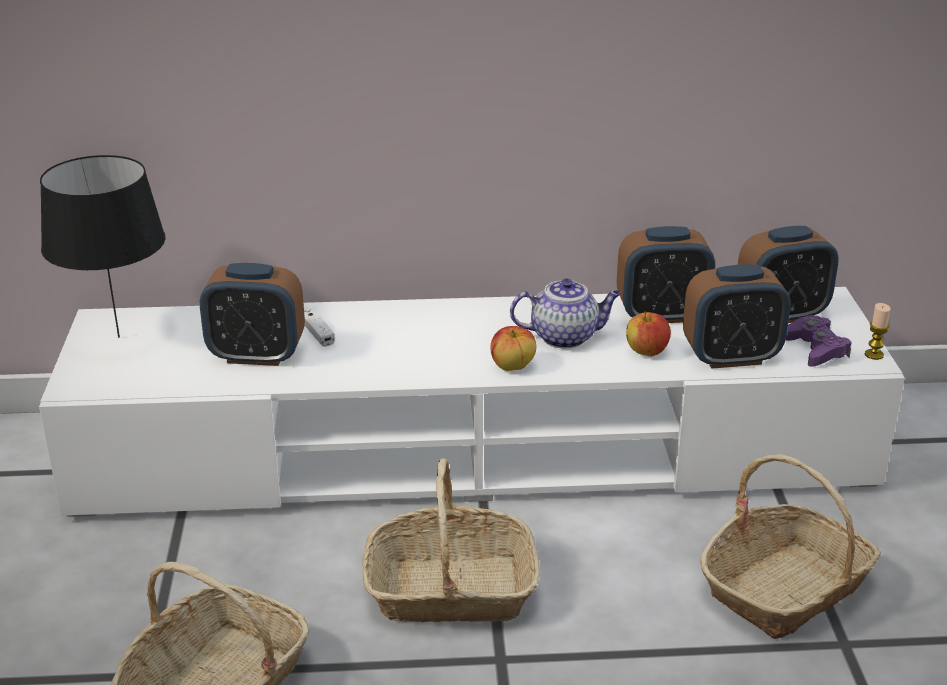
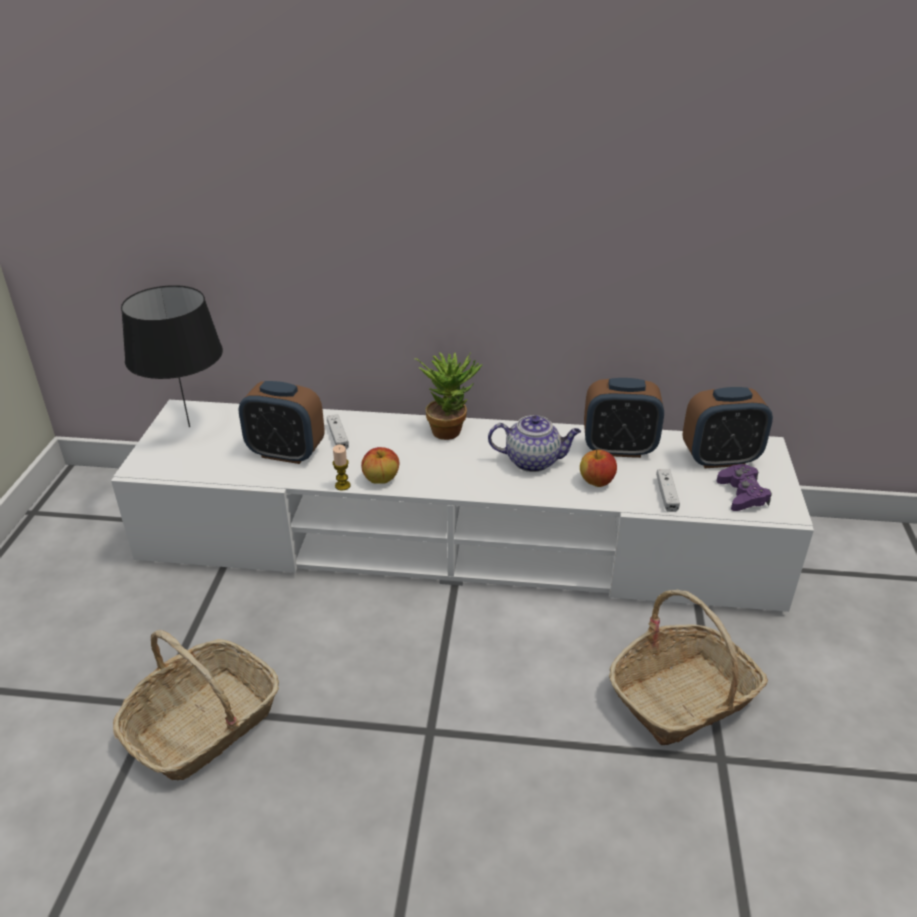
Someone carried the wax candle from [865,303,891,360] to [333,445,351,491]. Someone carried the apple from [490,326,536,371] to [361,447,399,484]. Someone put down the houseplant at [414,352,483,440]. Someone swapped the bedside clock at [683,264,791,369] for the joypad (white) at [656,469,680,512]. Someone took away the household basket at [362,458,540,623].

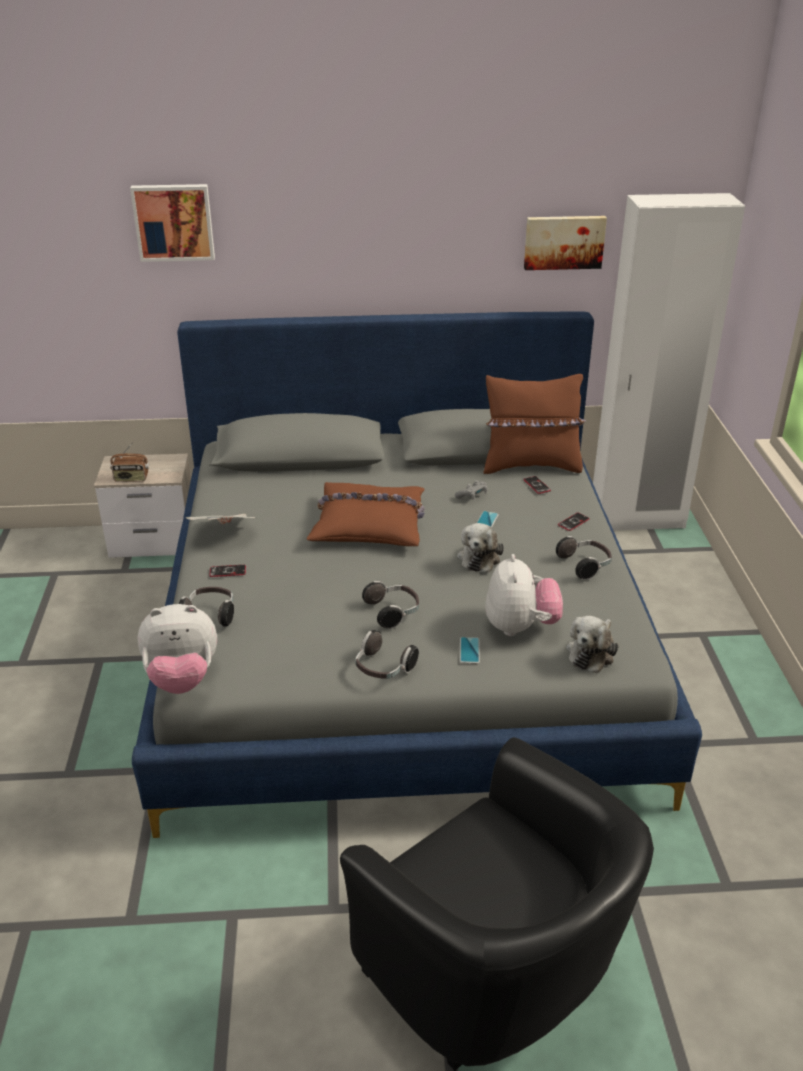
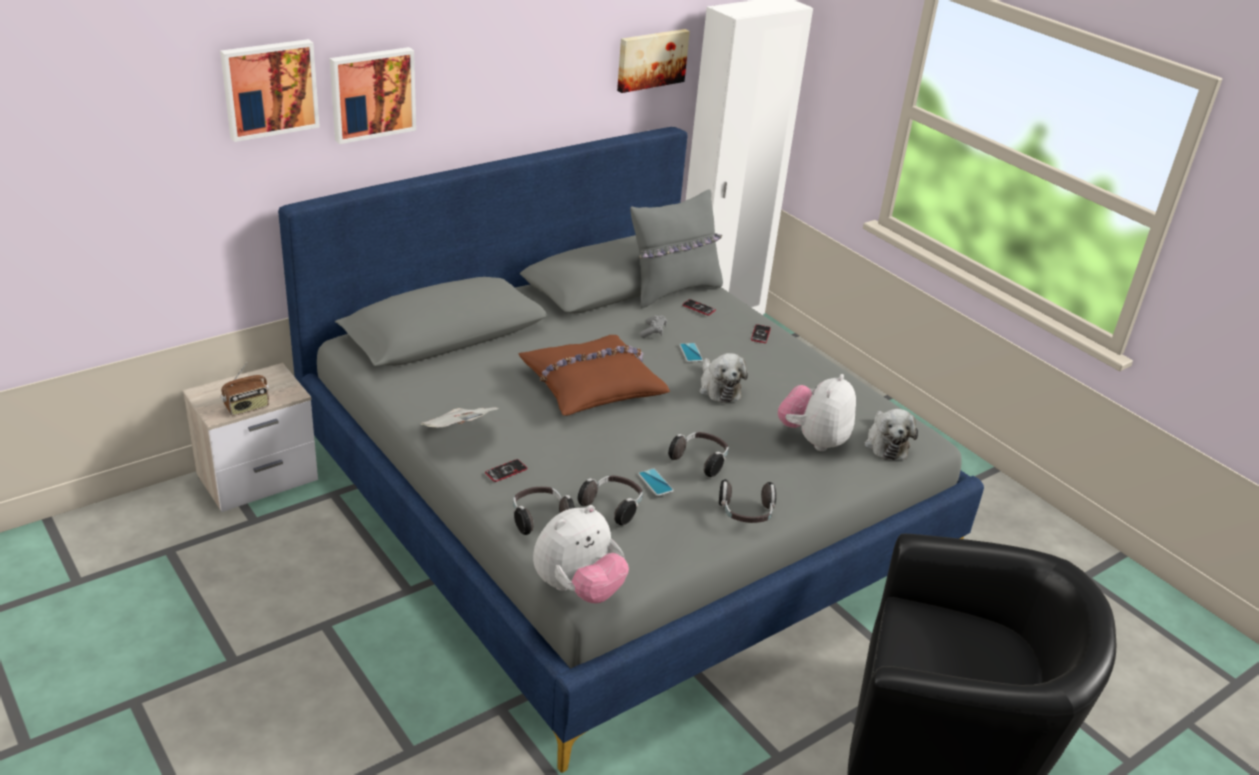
Someone put up the wall art at [330,47,416,144]. Someone carried the headphones from [556,536,612,580] to [578,475,643,525]. Someone repainted the cushion (brownish) at [484,374,586,474], which became the cushion (greyish) at [630,189,723,308]. Someone carried the phone from [460,637,480,664] to [638,468,674,496]. Someone rotated the cuddly toy at [485,554,563,636] by 120 degrees counterclockwise.

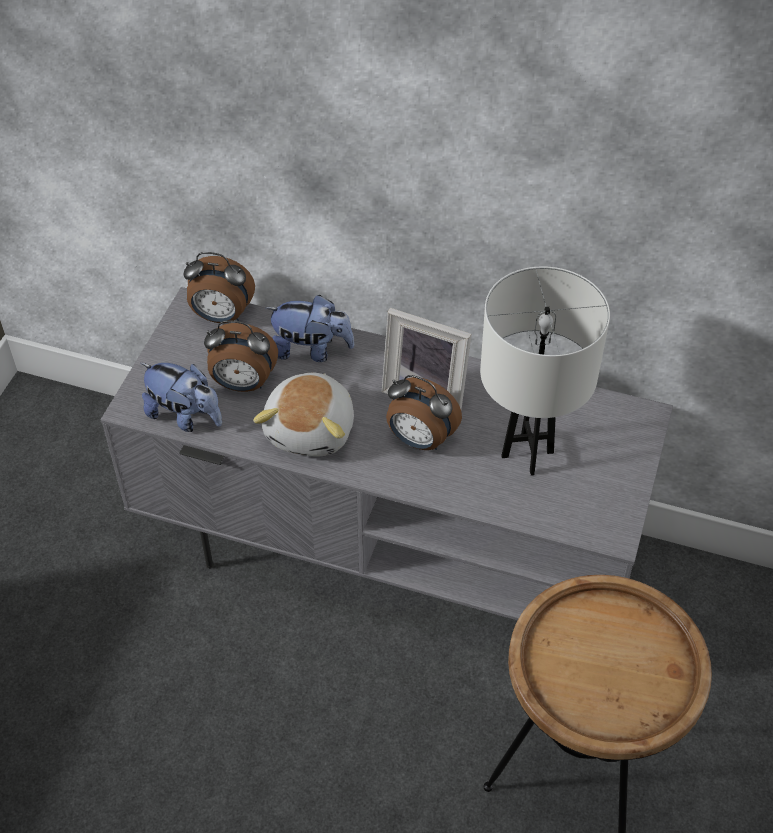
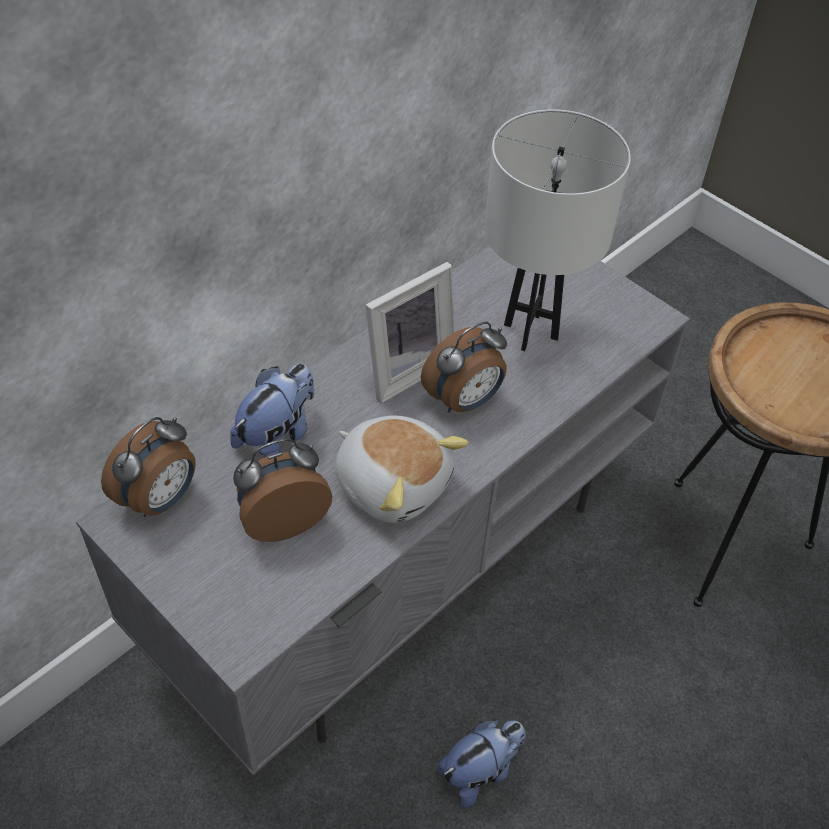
Someone rotated the bedside clock at [204,320,278,392] by 150 degrees counterclockwise. Someone carried the cuddly toy from [141,363,222,432] to [438,720,526,808].

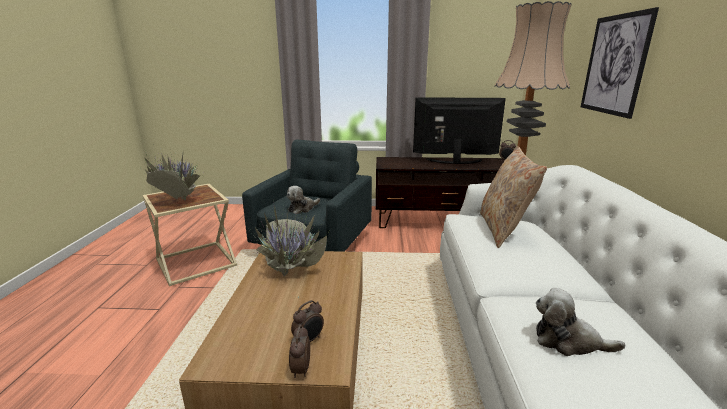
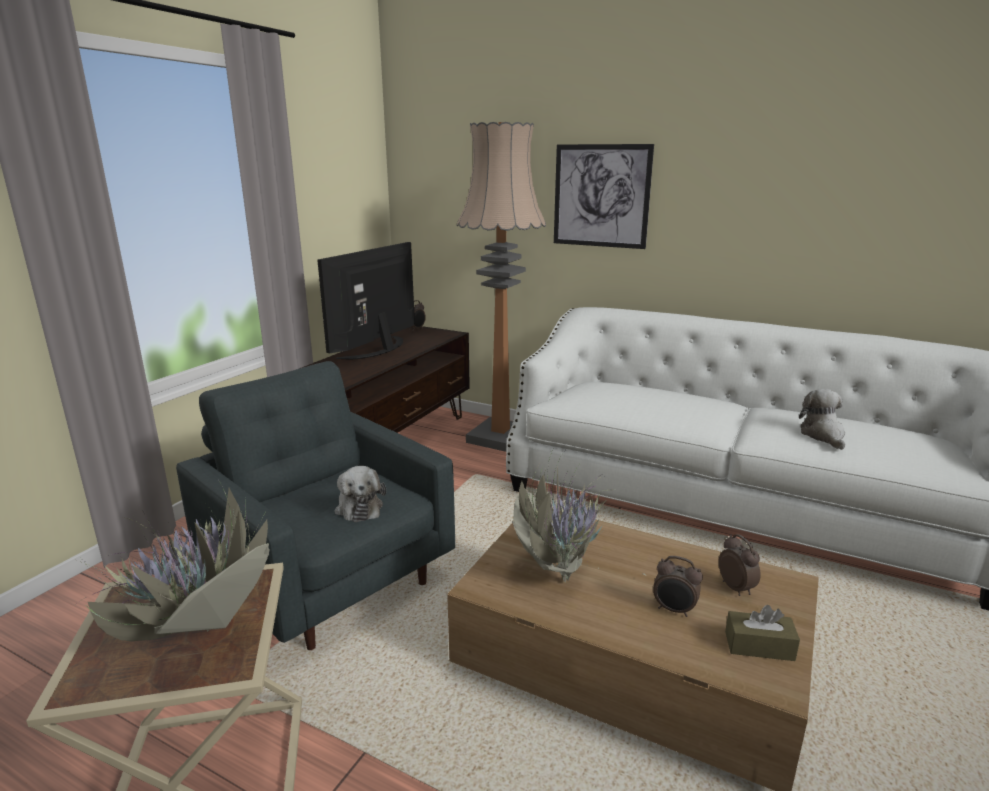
Someone carried the bedside clock from [289,325,310,378] to [653,556,703,617]. Someone put down the tissue box (brownish) at [725,605,800,661]. Someone rotated the cuddly toy at [536,288,626,356] by 135 degrees clockwise. Someone took away the cushion (beige) at [480,146,547,248].

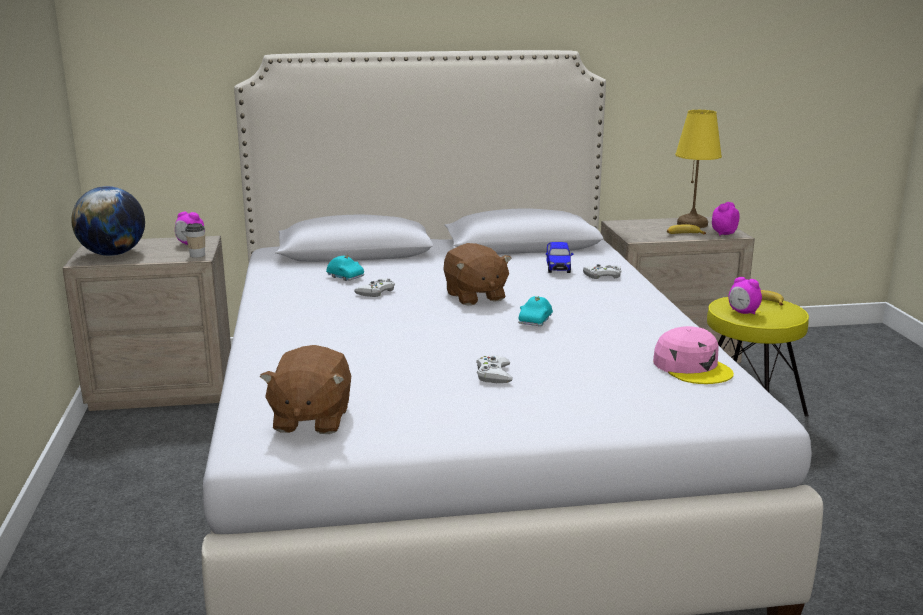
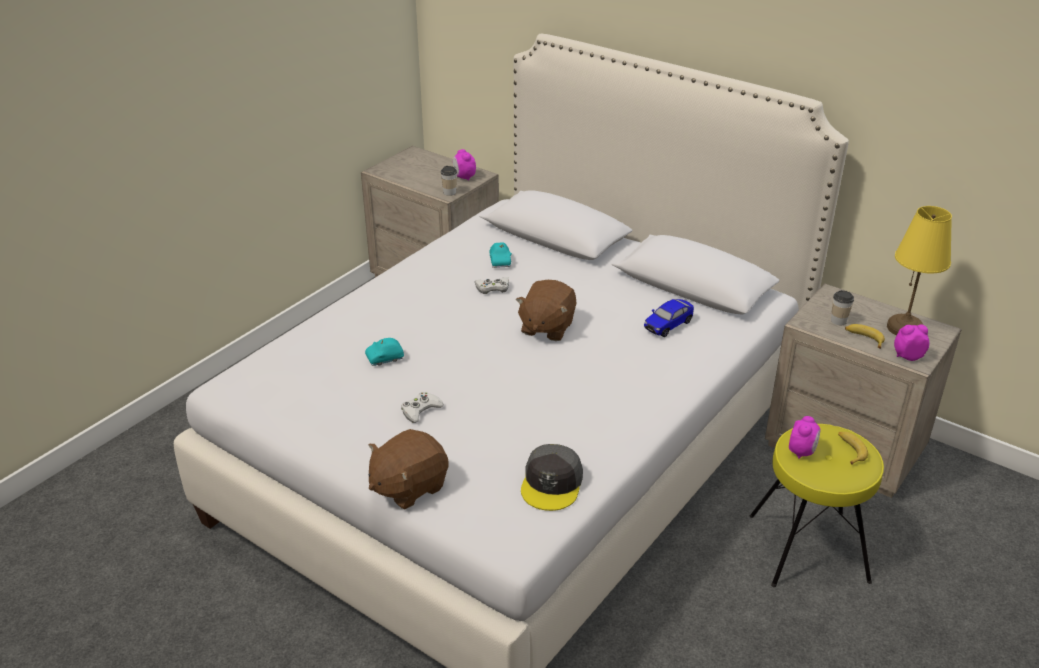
Someone carried the toy car (blue-green) from [518,296,553,326] to [365,338,404,366]. Someone carried the cuddly toy (brownish) from [260,345,351,434] to [368,429,449,509]. Someone repainted the cap (pink) at [653,326,734,384], which became the cap (greyish) at [521,444,583,511]. Someone rotated the bedside clock at [728,277,762,315] by 150 degrees counterclockwise. Someone put down the small cup at [831,290,854,325]. Someone took away the world globe at [71,186,145,256]. Someone took away the joypad (white) at [583,264,621,279].

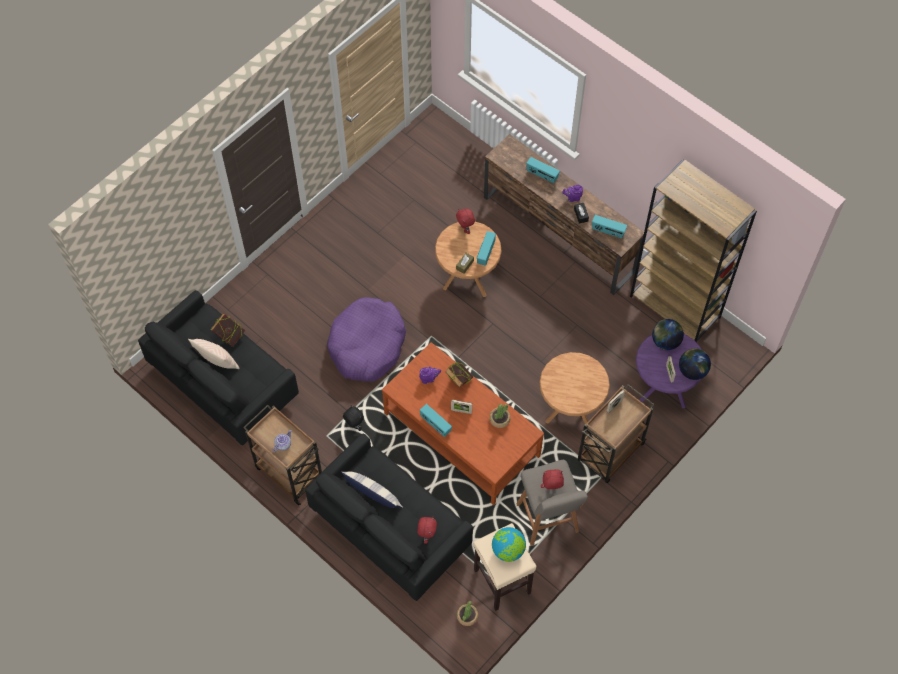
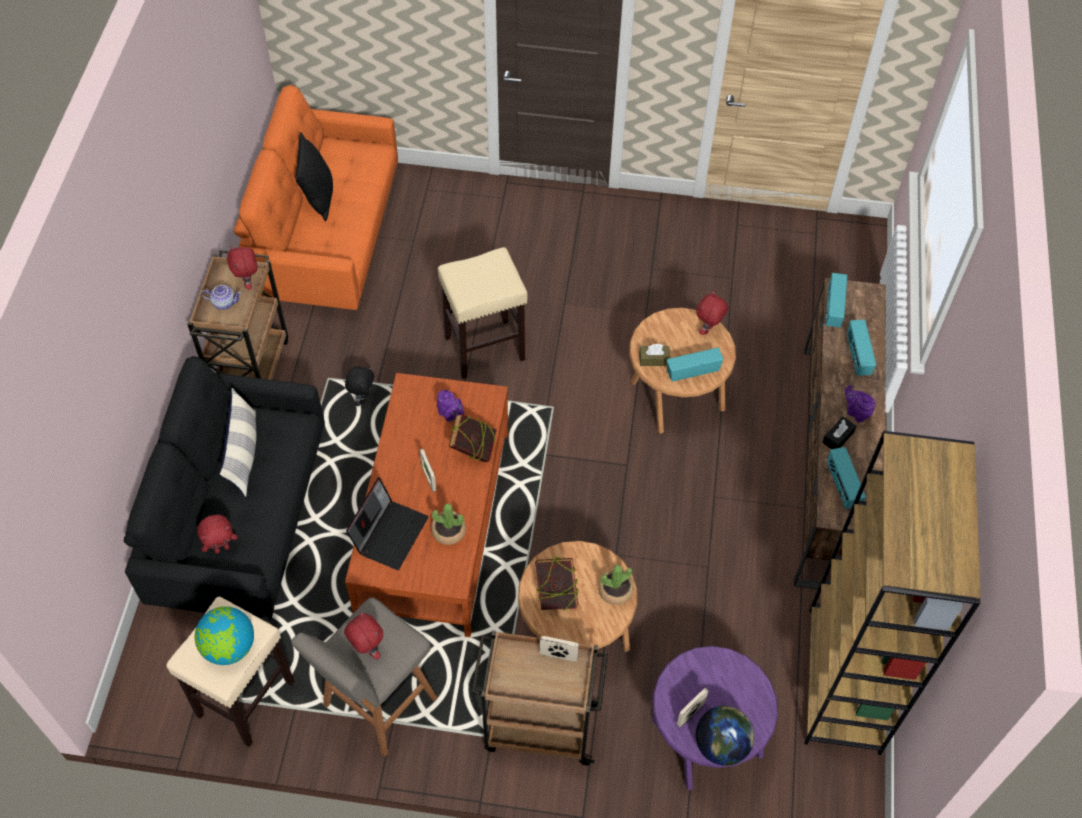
Someone put down the cuddly toy (red-coloured) at [227,246,257,290]. Someone repainted the sofa (blackish) at [138,290,299,445], which became the sofa (orange-coloured) at [234,85,398,310]. Someone repainted the cushion (beige) at [188,339,239,369], which became the cushion (blackish) at [296,132,333,222]. Someone put down the portable computer at [346,477,429,570]. Someone swapped the dog cushion (purple-coloured) at [327,297,406,381] for the stool (beige) at [438,247,528,379]. Someone carried the bound book from [210,313,245,347] to [535,556,579,610]. Someone carried the houseplant from [457,601,478,626] to [598,565,634,605]. Someone carried the radio from [420,404,452,437] to [825,273,847,328]. Someone took away the world globe at [652,319,684,350].

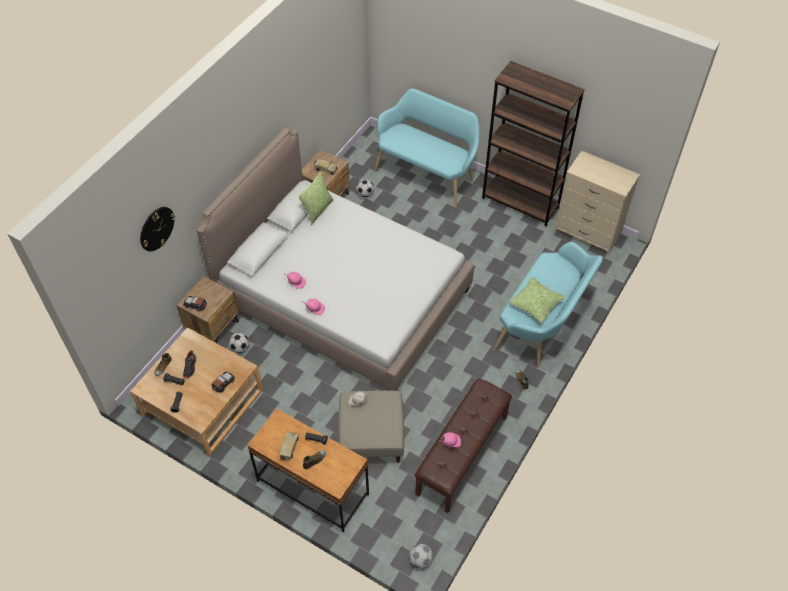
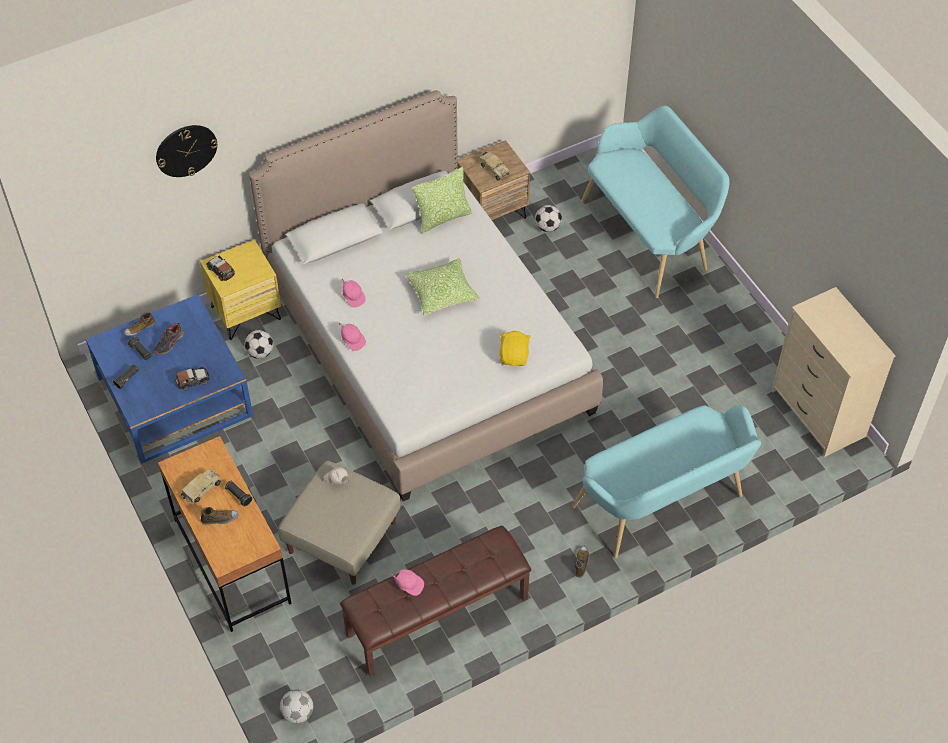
Someone repainted the low table (beige) at [130,327,263,456], which became the low table (bluish) at [86,294,253,464]. Someone repainted the nightstand (brownish) at [176,276,239,343], which became the nightstand (yellow) at [200,239,281,340]. Someone carried the cushion from [509,277,565,324] to [406,258,480,315]. Someone put down the cuddly toy (yellow) at [499,331,531,366]. Someone took away the bookcase (brownish) at [482,61,585,226].

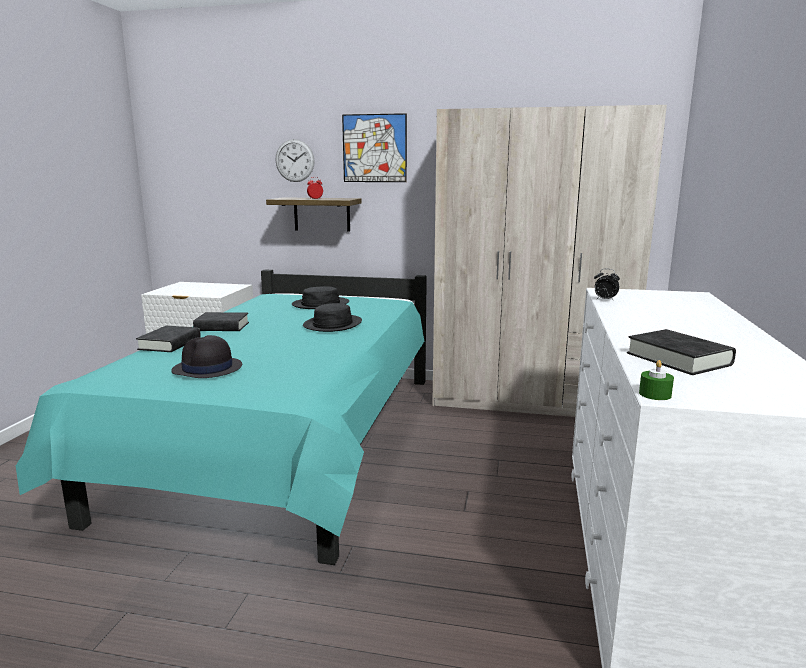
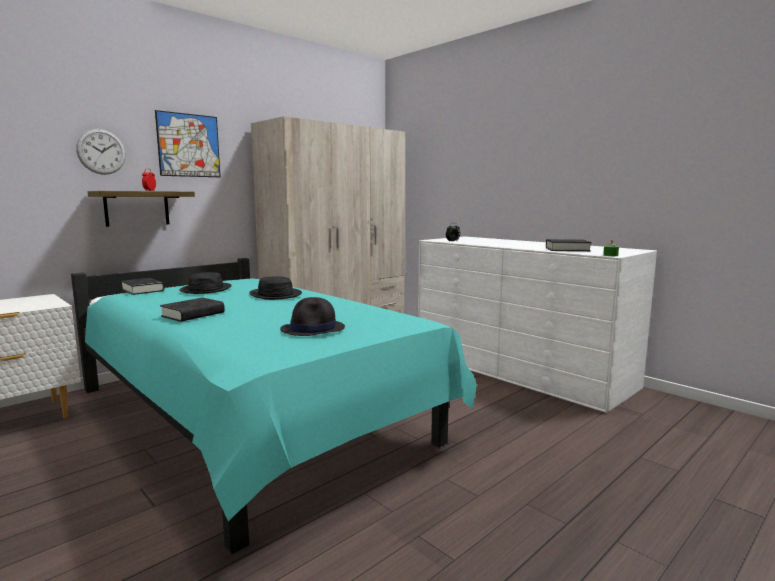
Someone carried the bound book (blackish) from [136,326,201,352] to [121,278,164,295].

